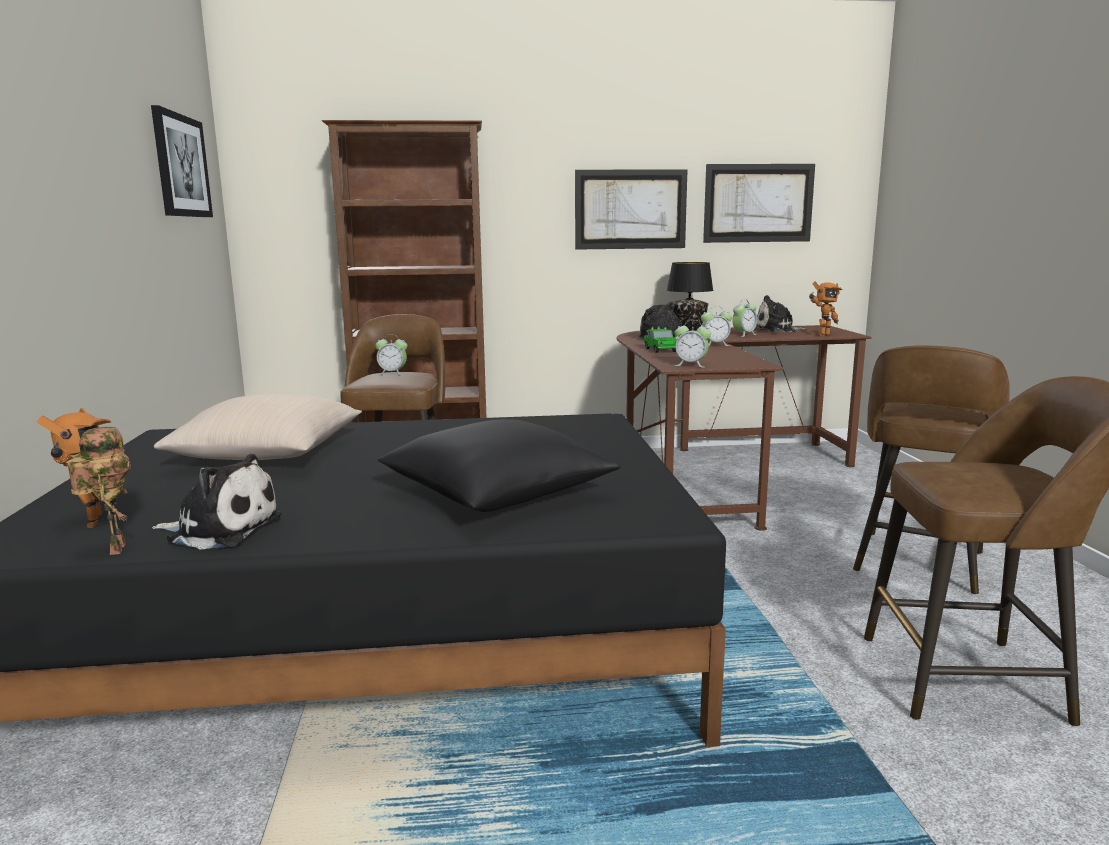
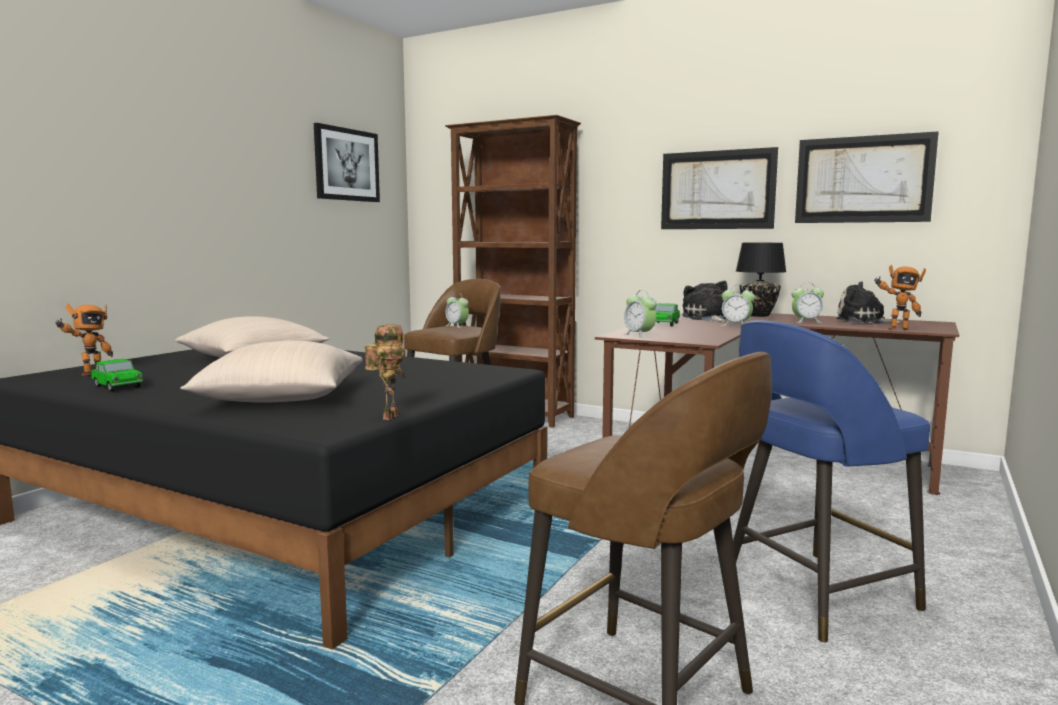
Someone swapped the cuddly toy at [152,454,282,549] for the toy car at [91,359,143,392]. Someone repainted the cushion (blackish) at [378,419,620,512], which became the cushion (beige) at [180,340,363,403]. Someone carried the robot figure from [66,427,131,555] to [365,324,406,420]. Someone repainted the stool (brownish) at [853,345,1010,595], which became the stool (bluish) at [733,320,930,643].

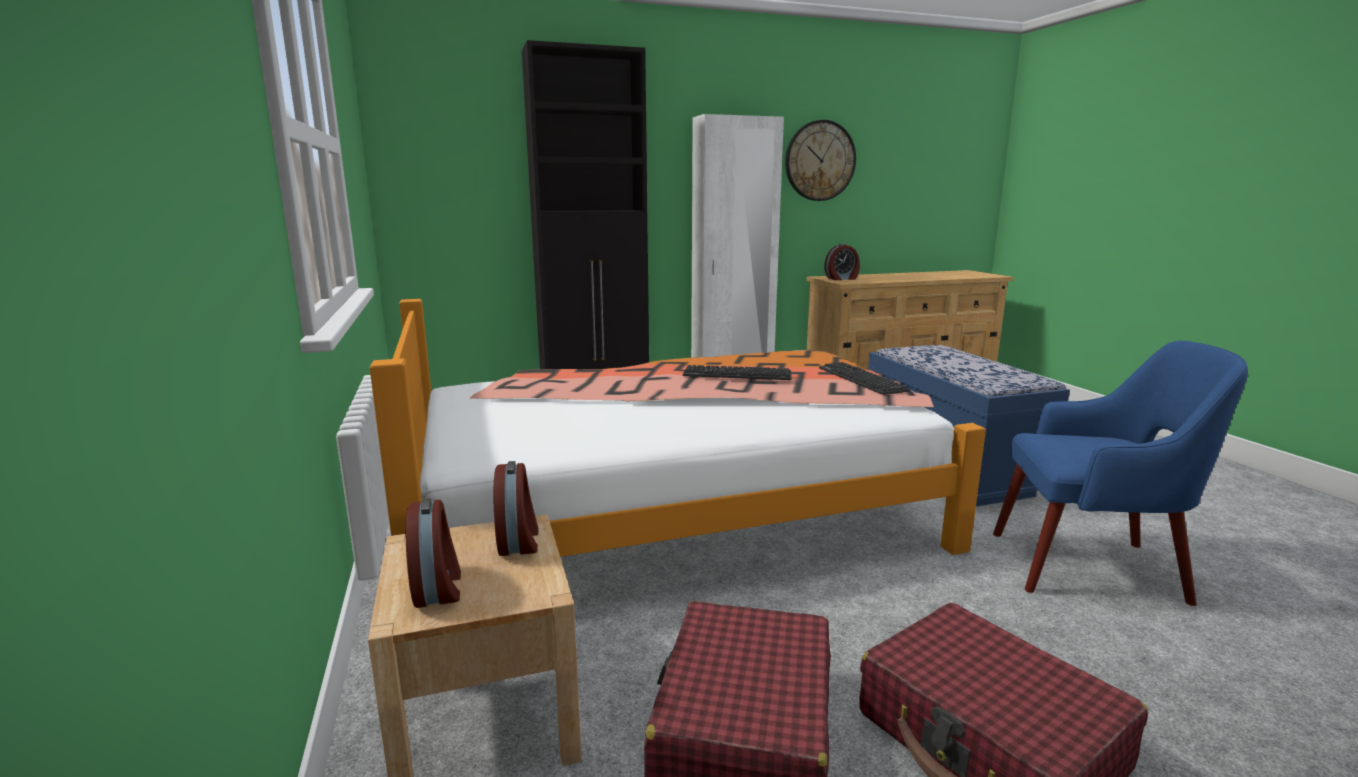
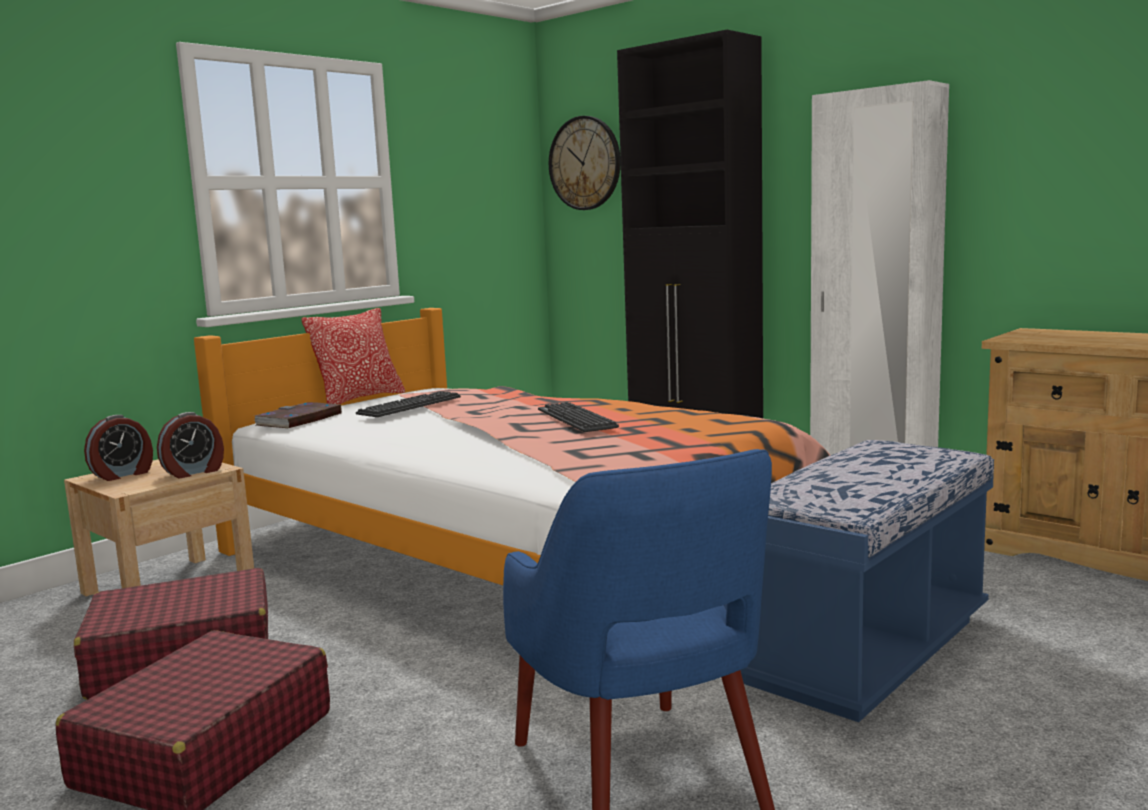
Someone put down the bound book at [254,402,342,428]. Someone put down the cushion at [302,308,405,404]. Someone carried the keyboard from [819,362,910,395] to [356,391,461,417]. Someone carried the wall clock from [785,120,856,201] to [549,116,621,210]. Someone took away the bedside clock at [824,244,860,280].

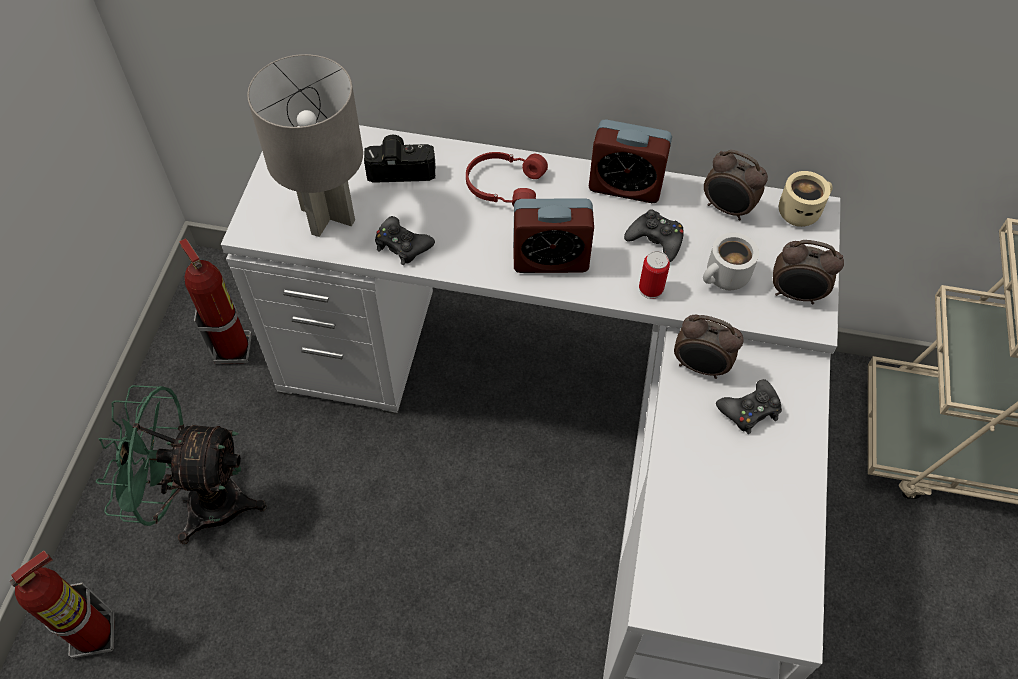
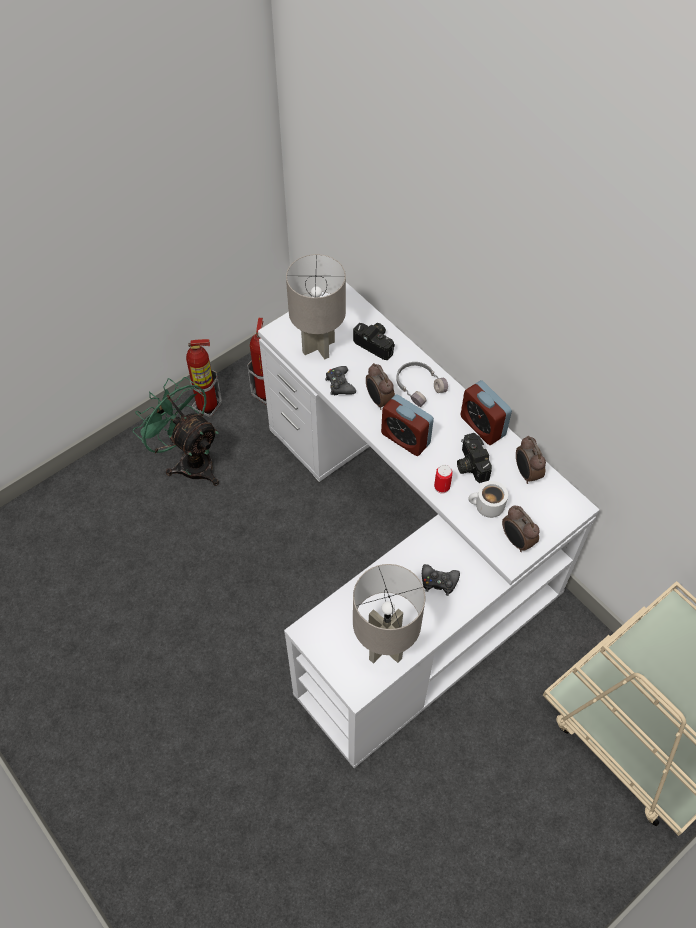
Someone carried the fire extinguisher from [9,551,114,658] to [186,339,222,418]. Someone put down the lamp for a table (greyish) at [353,564,425,664]. Someone carried the bedside clock from [674,315,744,379] to [366,363,395,410]. Someone repainted the headphones (red-coloured) at [466,152,548,206], which became the headphones (greyish) at [396,362,448,407]. Someone swapped the joypad (blackish) at [624,209,683,262] for the photo camera at [457,433,492,483]. Someone took away the mug (beige) at [779,171,833,227].

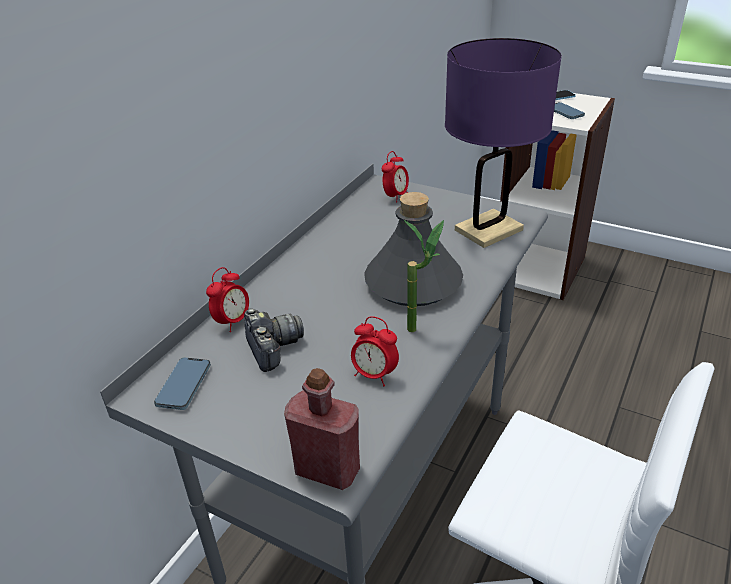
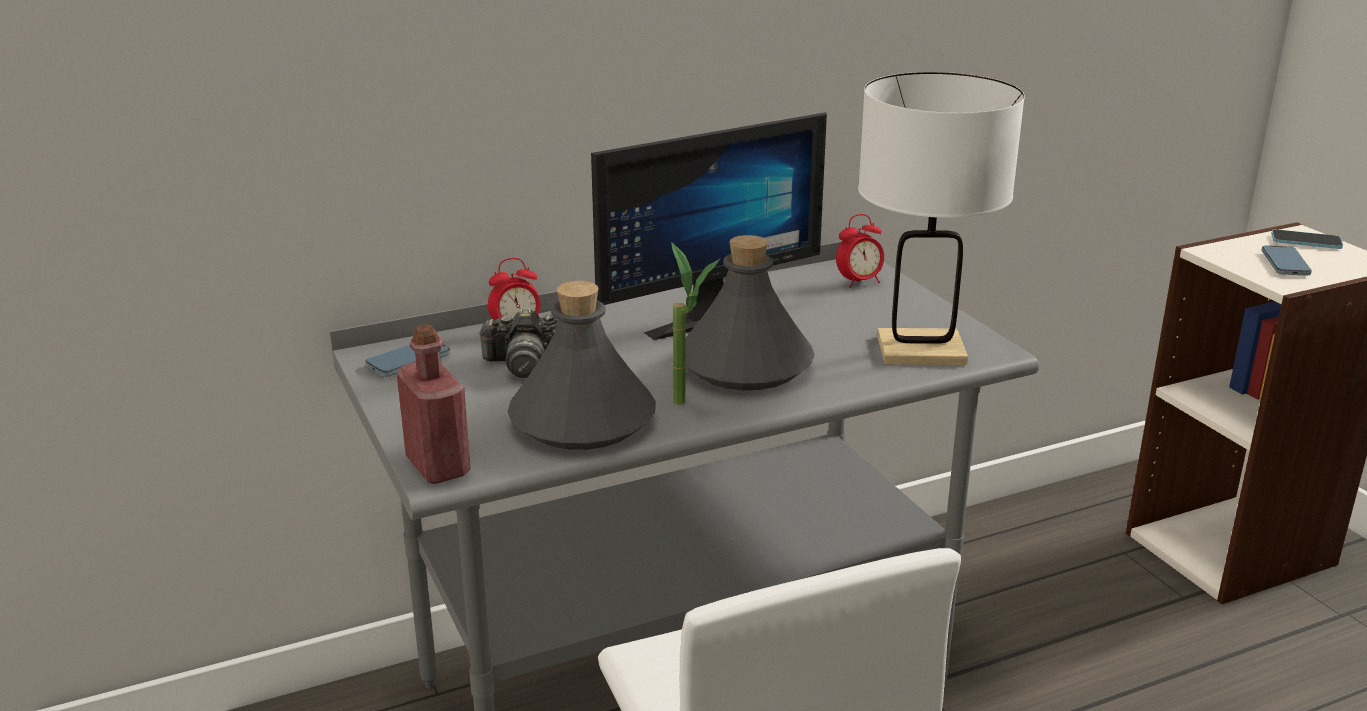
Someone rotated the photo camera at [244,309,304,372] by 75 degrees clockwise. Someone swapped the bedside clock at [351,316,399,386] for the beverage bottle (greyish) at [508,281,656,450]. Someone put down the monitor at [591,112,827,340]. Someone repainted the lamp for a table (purple-coloured) at [445,38,562,248], which became the lamp for a table (white) at [858,72,1025,365].

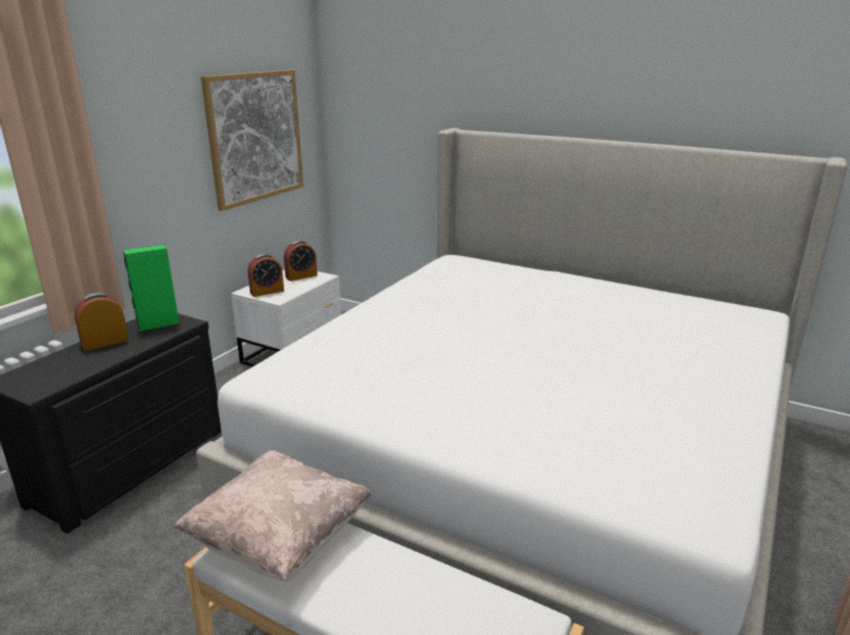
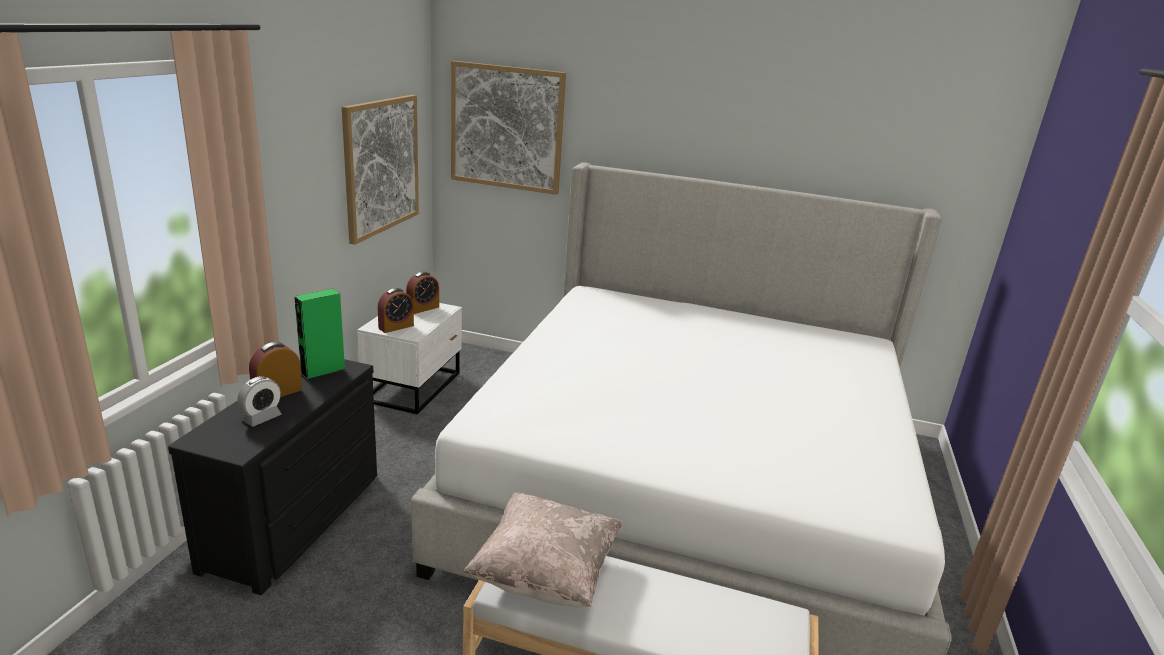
Someone put down the bedside clock at [237,376,281,426]. Someone put up the wall art at [451,61,566,195].

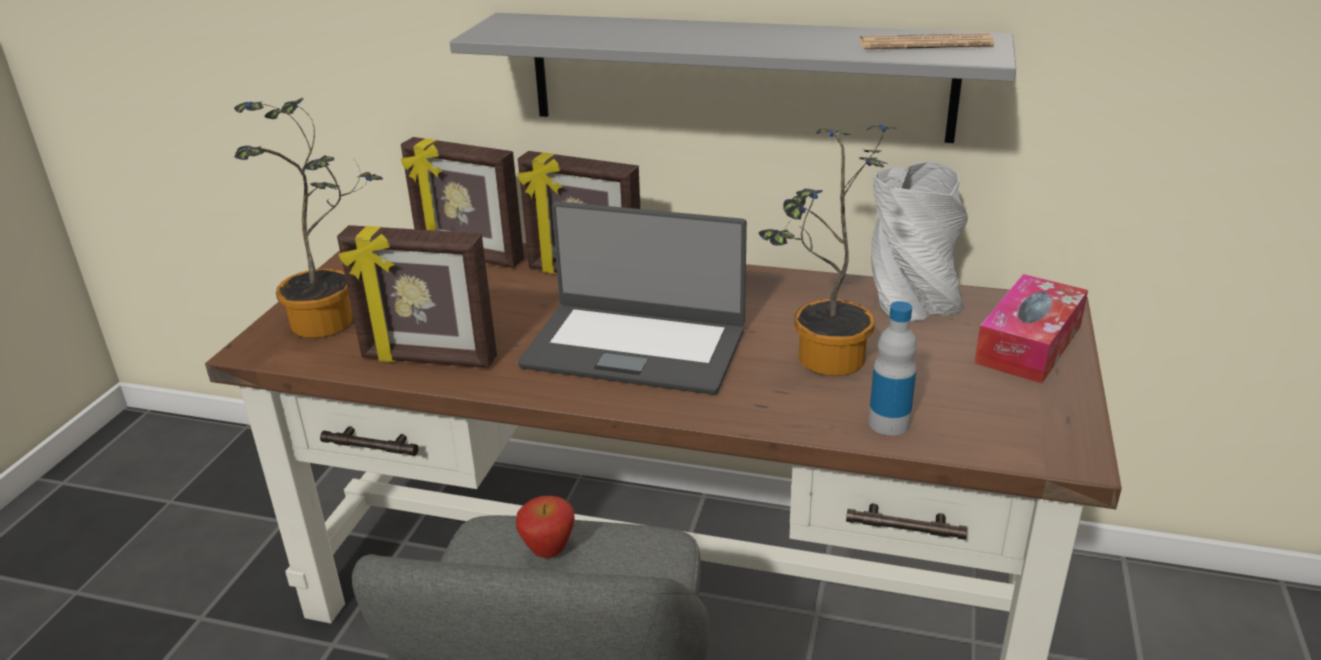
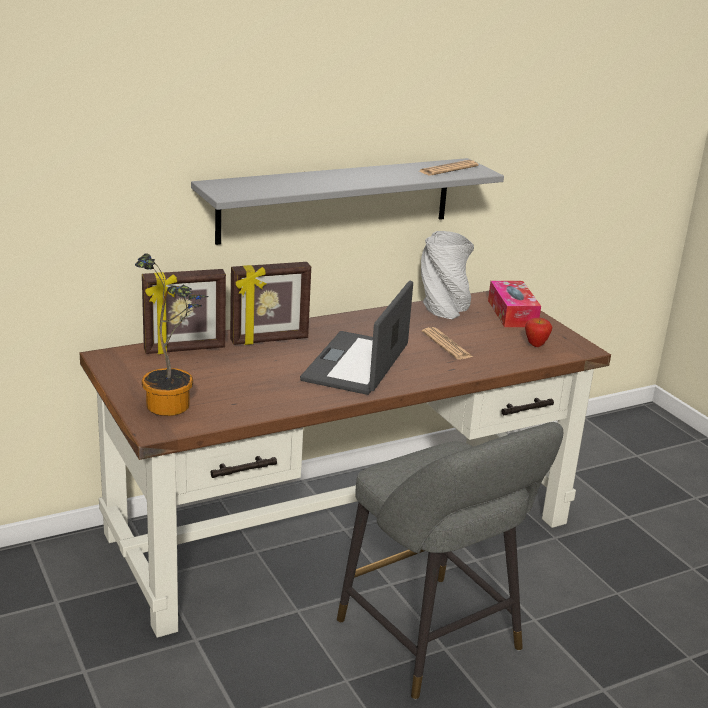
Someone rotated the portable computer at [518,201,747,395] by 135 degrees clockwise. Someone swapped the houseplant at [759,125,895,376] for the newspaper at [422,327,473,360]. Someone carried the apple from [516,496,575,558] to [525,318,552,347]. Someone took away the picture frame at [337,225,497,368]. Someone took away the beverage bottle at [868,301,917,436].

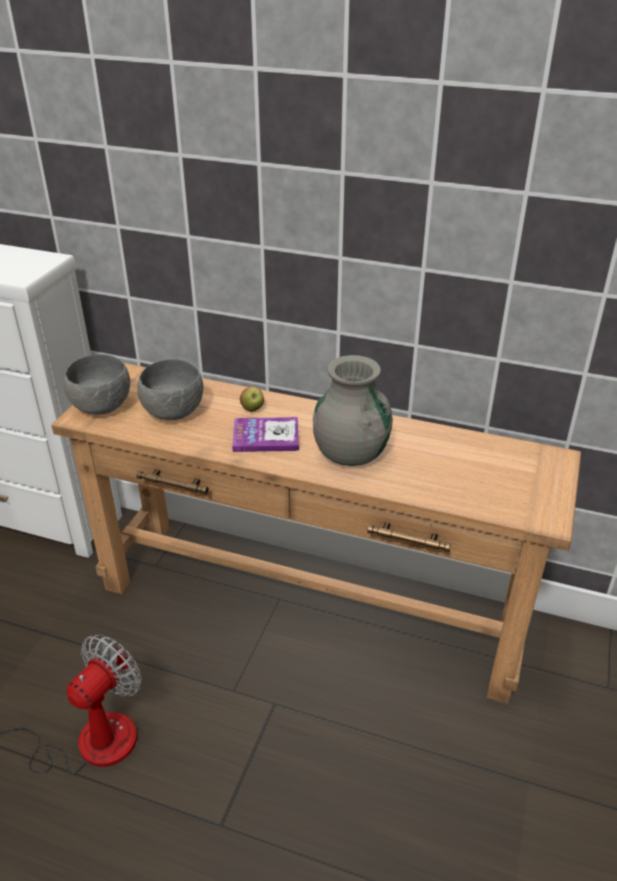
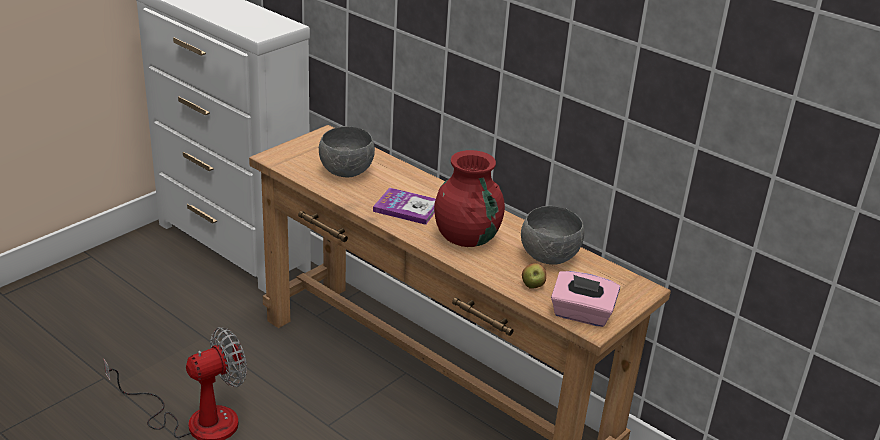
Someone repainted the vase (greyish) at [313,355,393,466], which became the vase (red-coloured) at [434,150,505,247]. Someone carried the bowl (greyish) from [64,354,130,415] to [521,206,584,265]. Someone carried the apple from [240,386,264,412] to [522,263,546,288]. Someone put down the tissue box (pink) at [551,271,620,327].

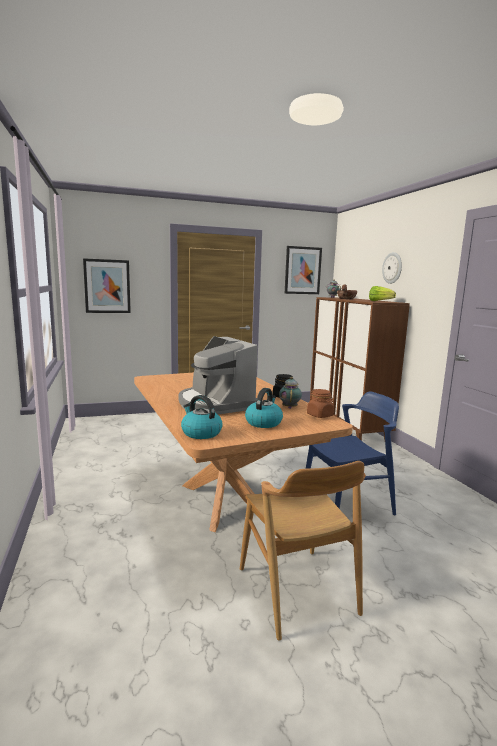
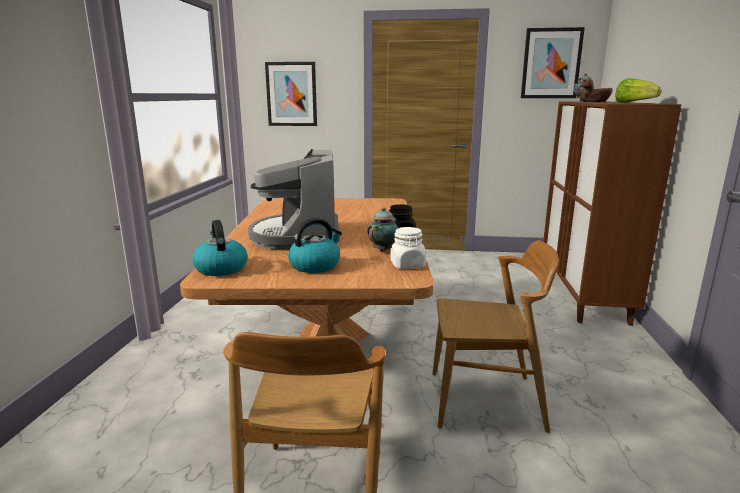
Someone repainted the jar (brownish) at [307,389,334,418], which became the jar (white) at [390,227,426,269]. Someone repainted the upright chair (bluish) at [306,391,399,516], which became the upright chair (brownish) at [432,240,559,433]. Someone took away the wall clock at [382,252,402,284].

